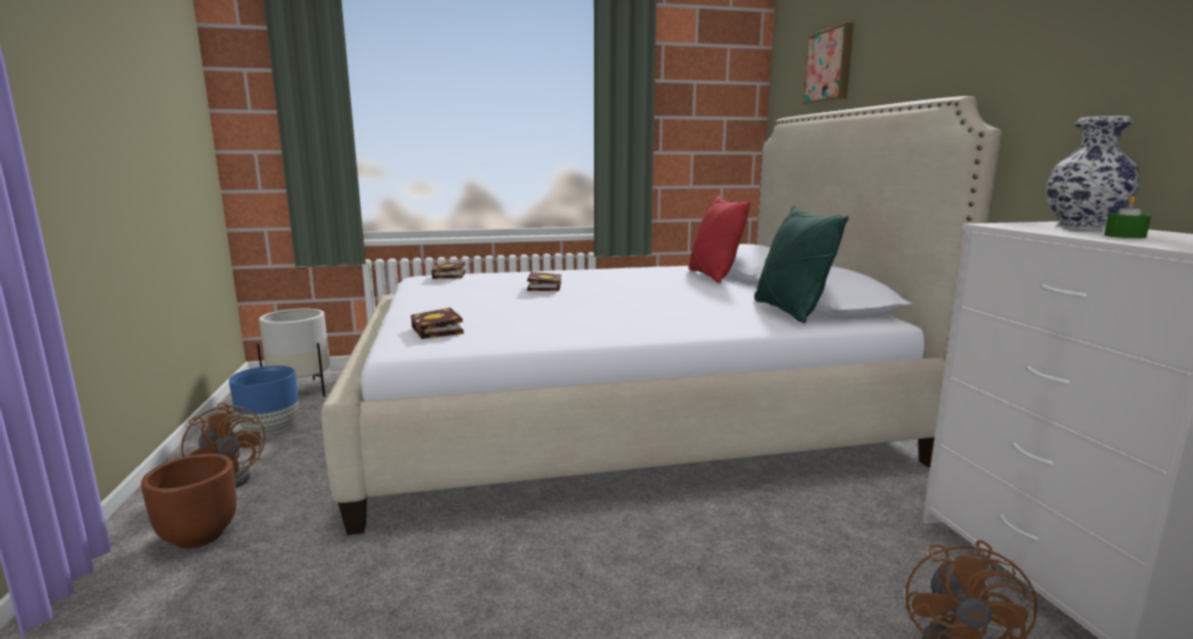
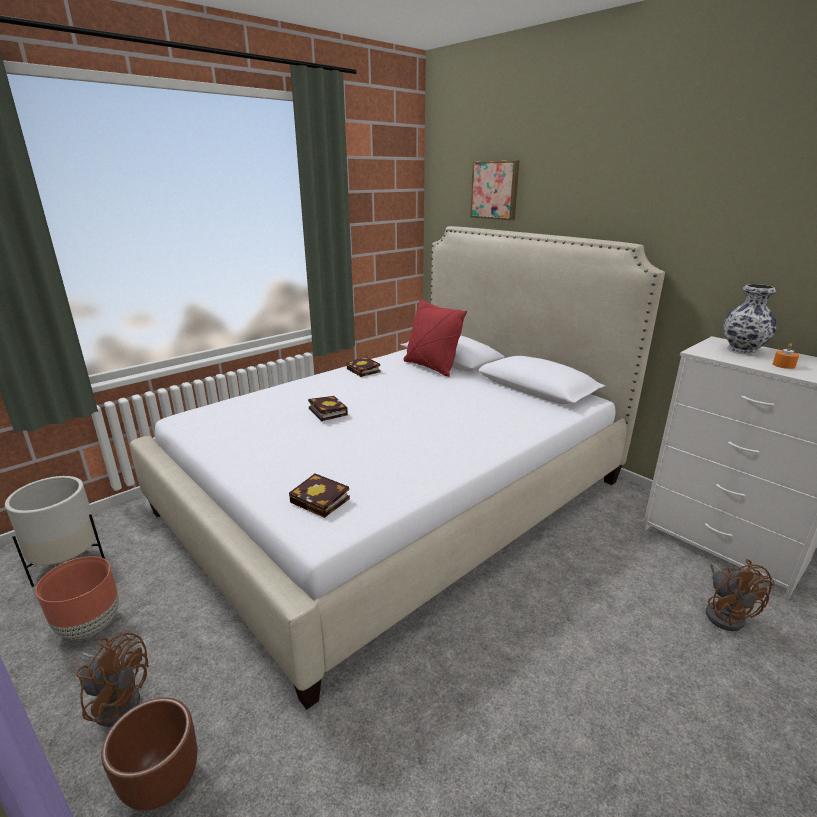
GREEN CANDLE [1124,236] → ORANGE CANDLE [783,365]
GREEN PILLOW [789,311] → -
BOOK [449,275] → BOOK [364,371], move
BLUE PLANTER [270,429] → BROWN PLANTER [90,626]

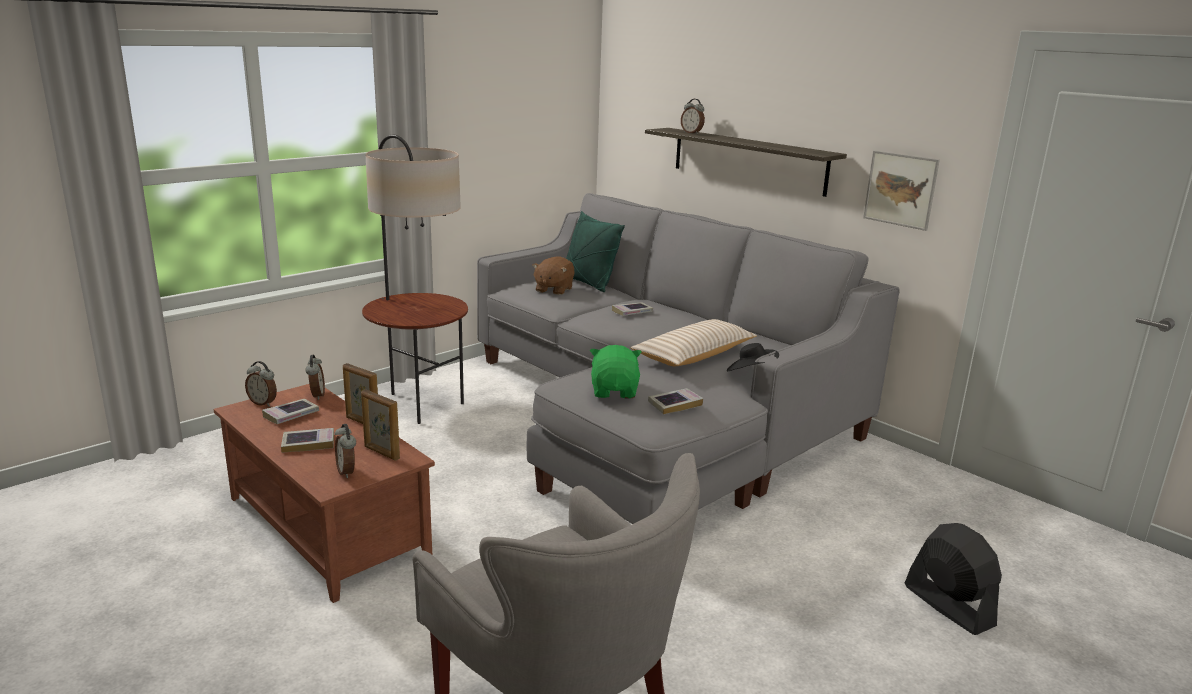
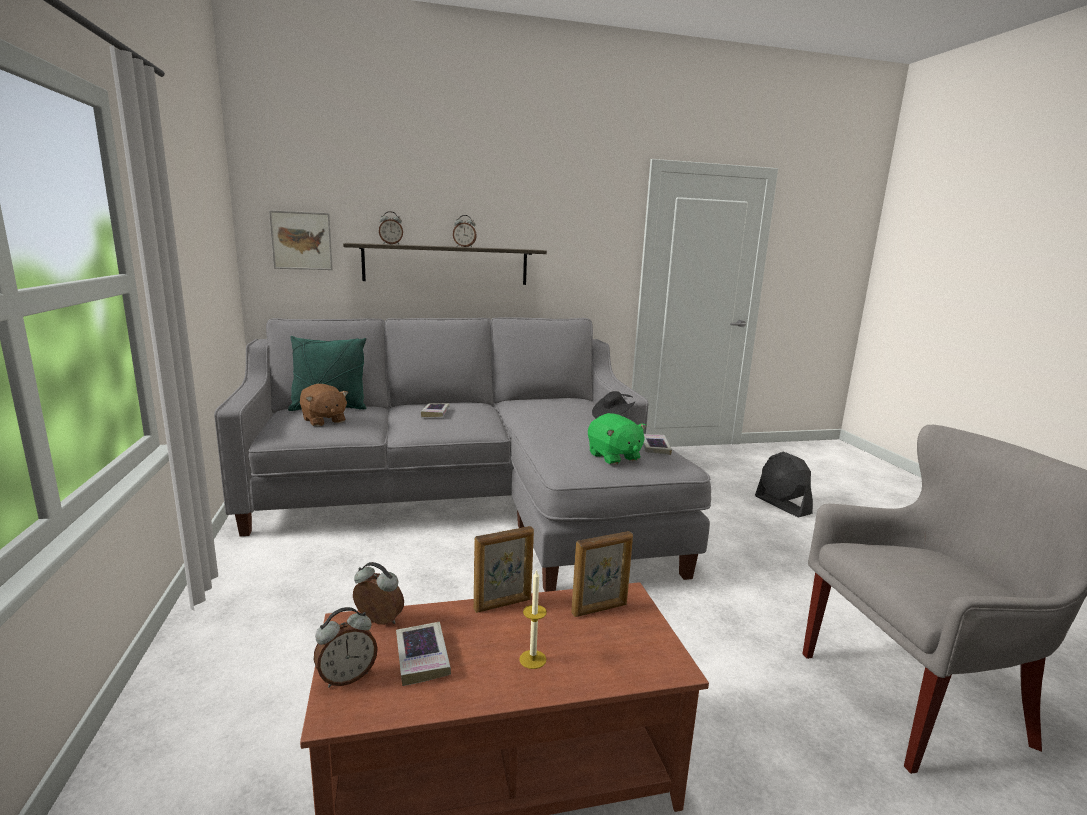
FLOOR LAMP [419,405] → -
PICTURE [900,189] → PICTURE [301,240], move
BEIGE PILLOW [694,355] → -
GREEN PLUSH TOY [615,391] → GREEN PLUSH TOY [614,457], 150 degrees counterclockwise
ALARM CLOCK [347,472] → ALARM CLOCK [464,247], move
BOOK [308,443] → CANDLE [532,659]
BLACK FAN [948,605] → BLACK FAN [782,505], 120 degrees counterclockwise

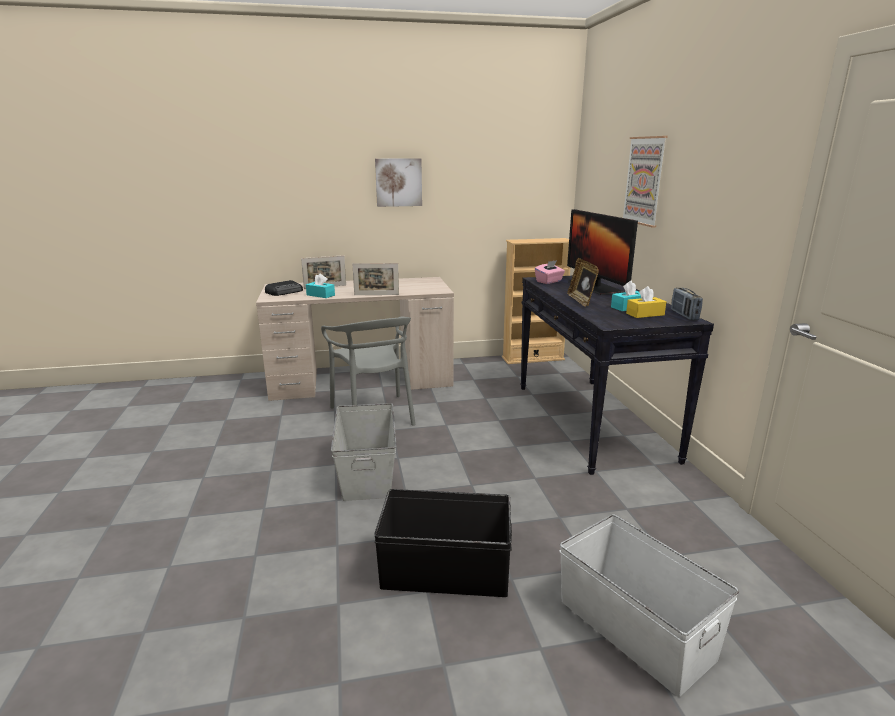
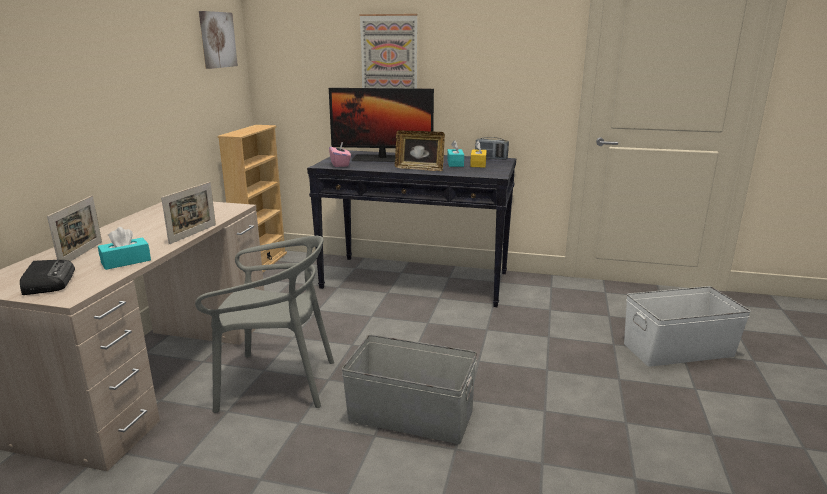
PICTURE [398,182] → PICTURE [217,40], move
BLACK STORAGE BOX [445,571] → -

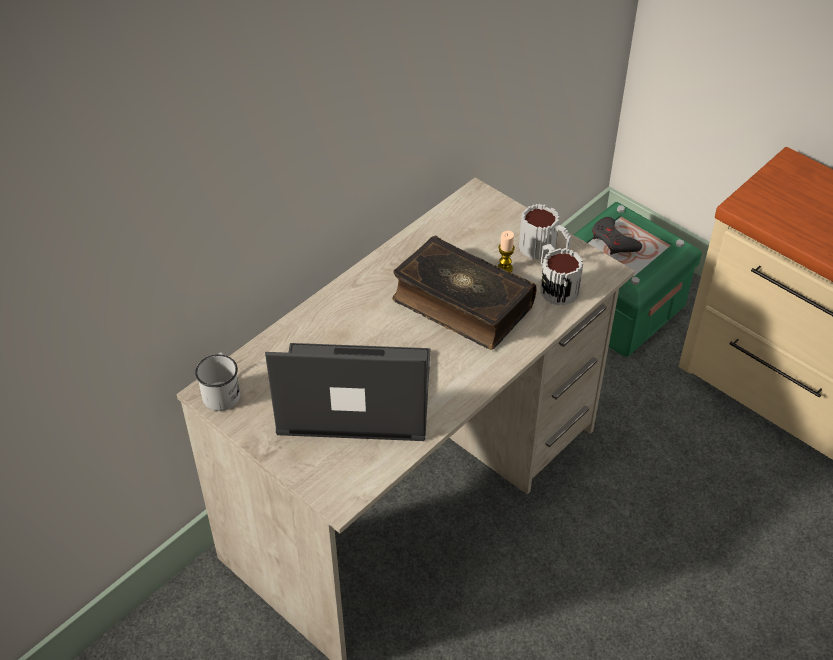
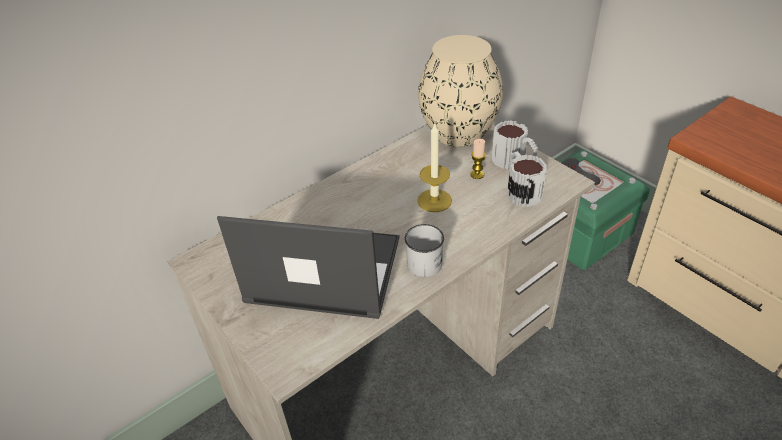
BOOK [461,303] → CANDLE [434,200]
WHITE MUG [222,391] → WHITE MUG [425,260], move
- → BEIGE VASE [457,132]

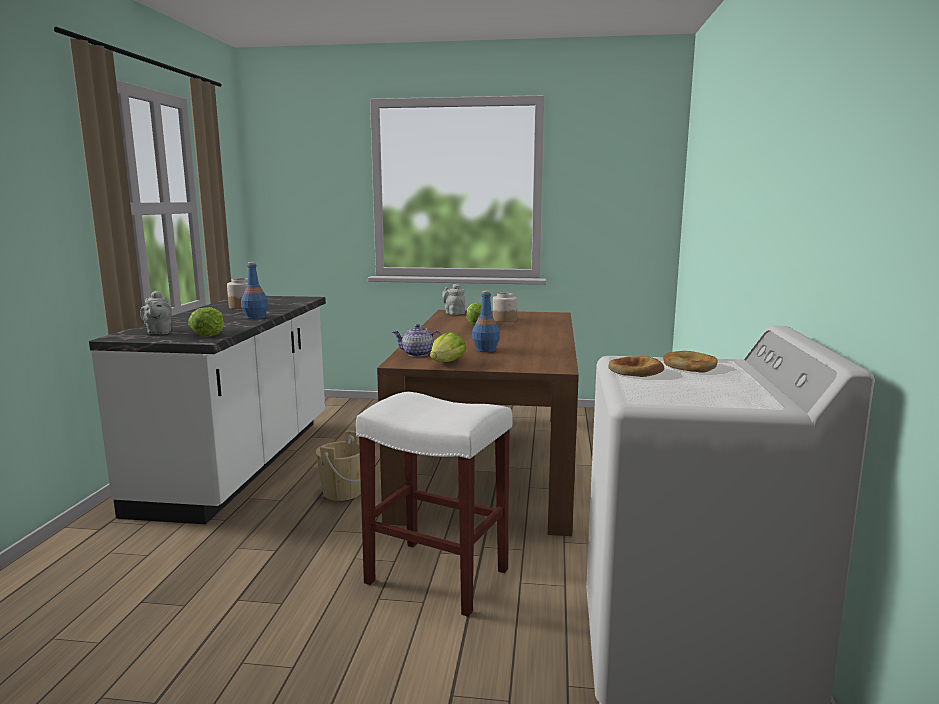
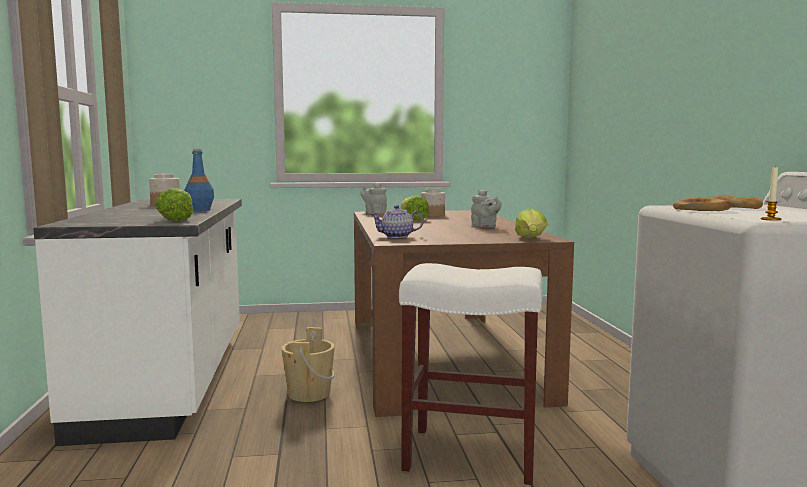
BLUE BOTTLE [485,350] → -
GREY TEAPOT [159,332] → GREY TEAPOT [485,226], move
LETTUCE [446,363] → LETTUCE [531,239], move
- → CANDLE [770,219]

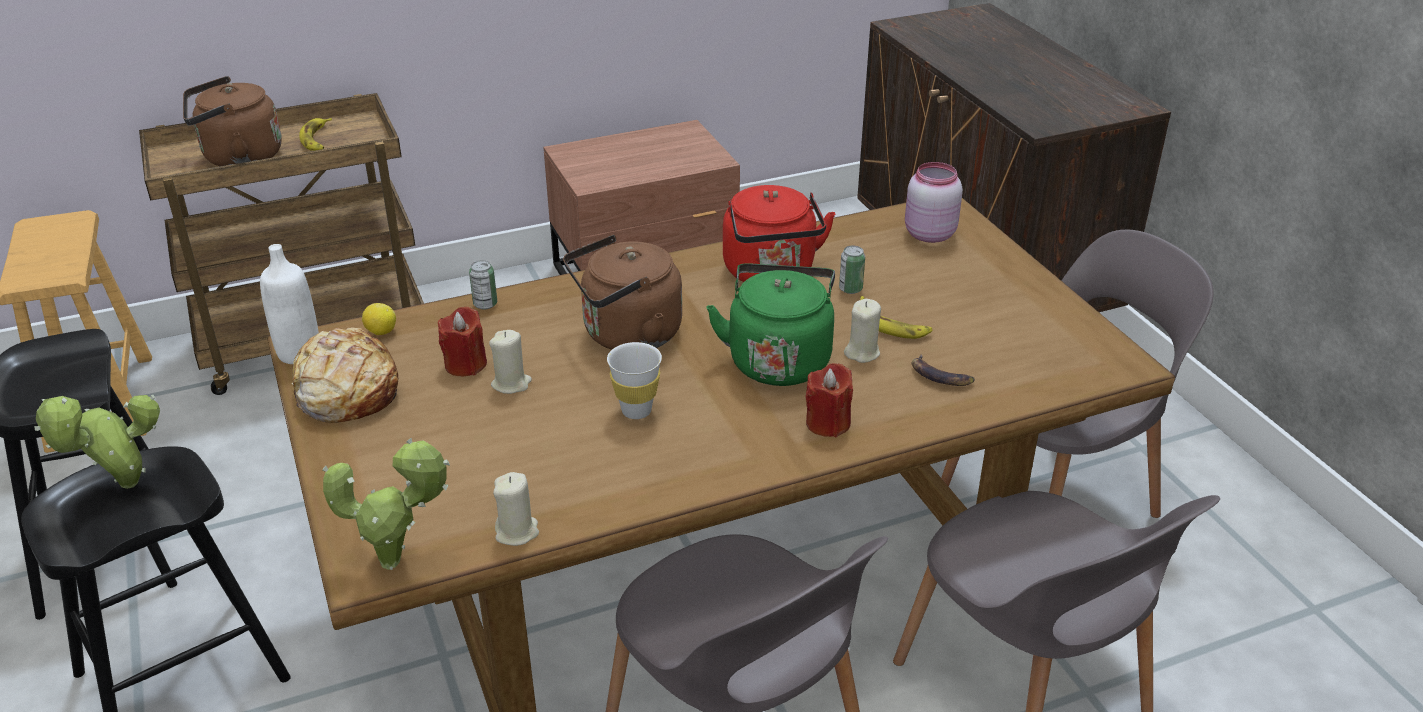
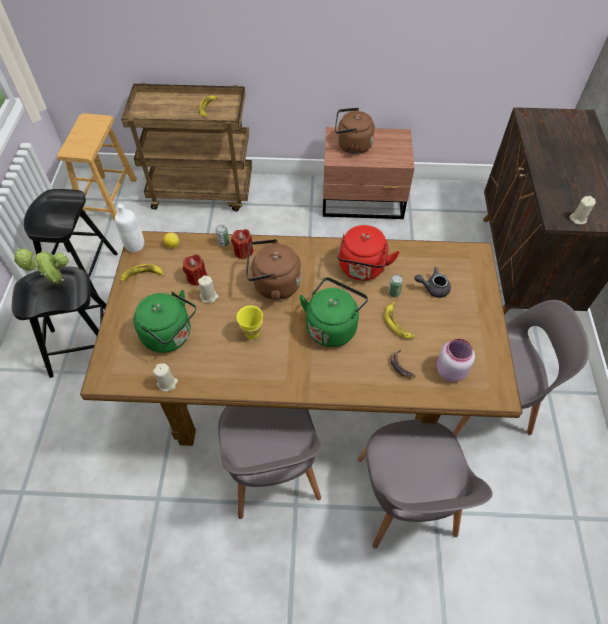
BROWN KETTLE [238,158] → BROWN KETTLE [351,145], move
PINK JAR [928,234] → PINK JAR [449,370], move
BEIGE CANDLE [862,352] → BEIGE CANDLE [578,218], move
BREAD [346,391] → BANANA [142,275]
WHITE CUP [636,411] → YELLOW CUP [252,333]
RED CANDLE [828,423] → RED CANDLE [243,251], move
POTTED PLANT [398,561] → -
- → GREY TEAPOT [433,288]
- → GREEN KETTLE [170,336]

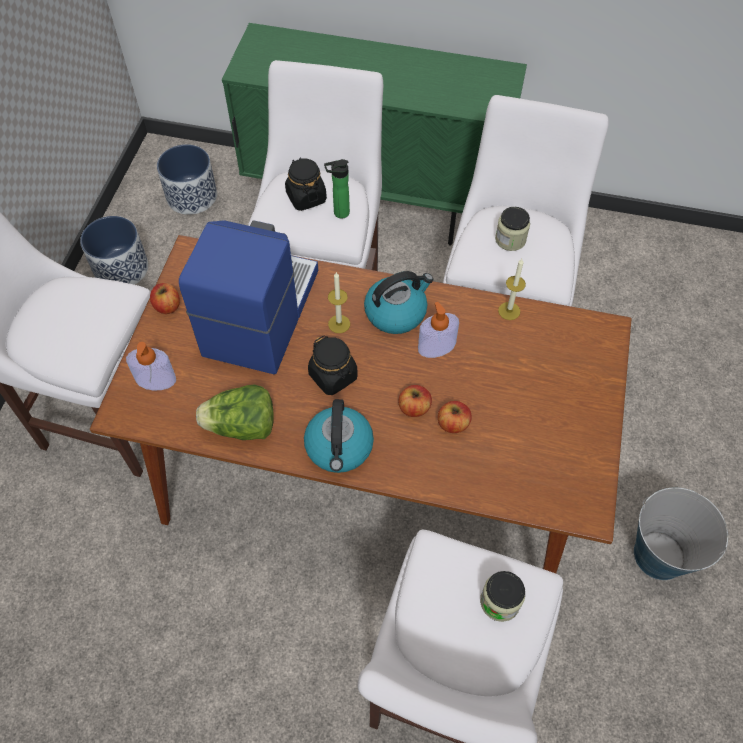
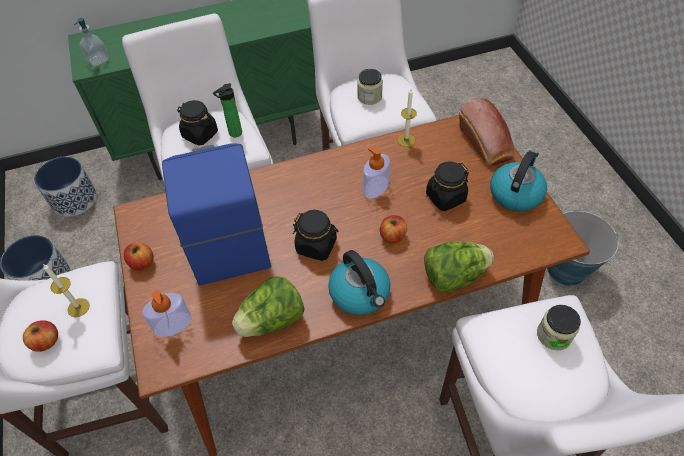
KETTLE [396,312] → KETTLE [515,193], move
CANDLE [339,324] → CANDLE [78,307], move
APPLE [453,423] → APPLE [46,341], move
- → SOAP DISPENSER [98,60]
- → BREAD [486,144]
- → BLACK JAR [445,197]
- → LETTUCE [454,276]

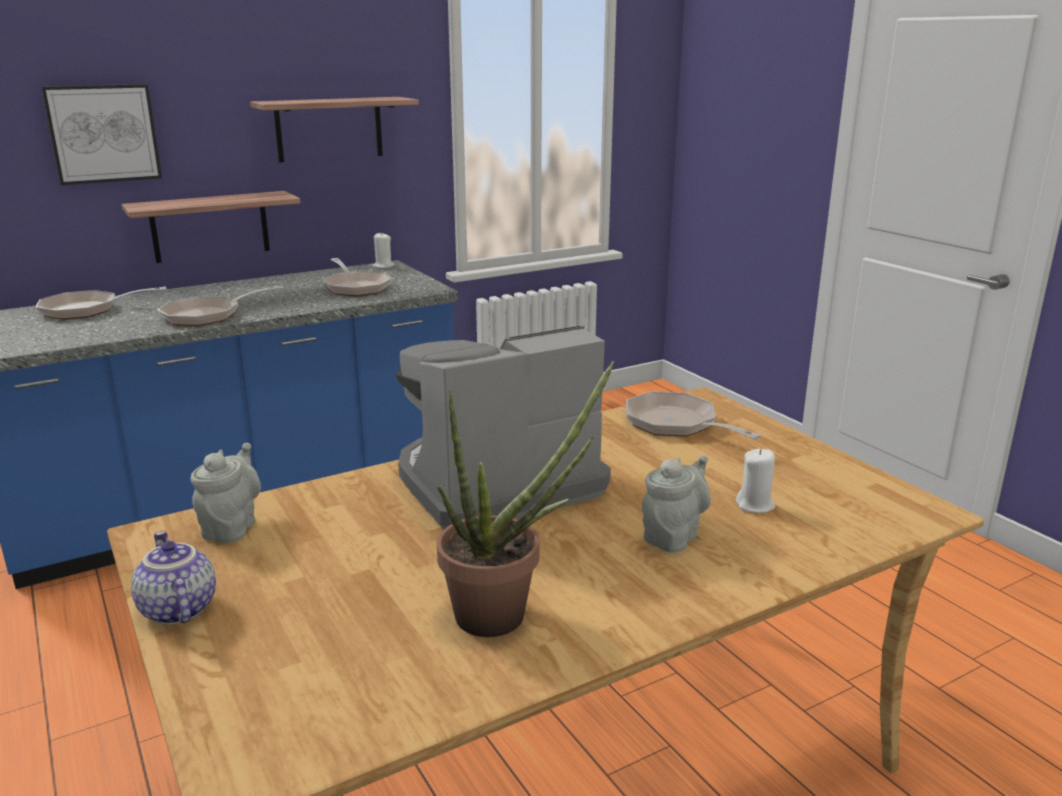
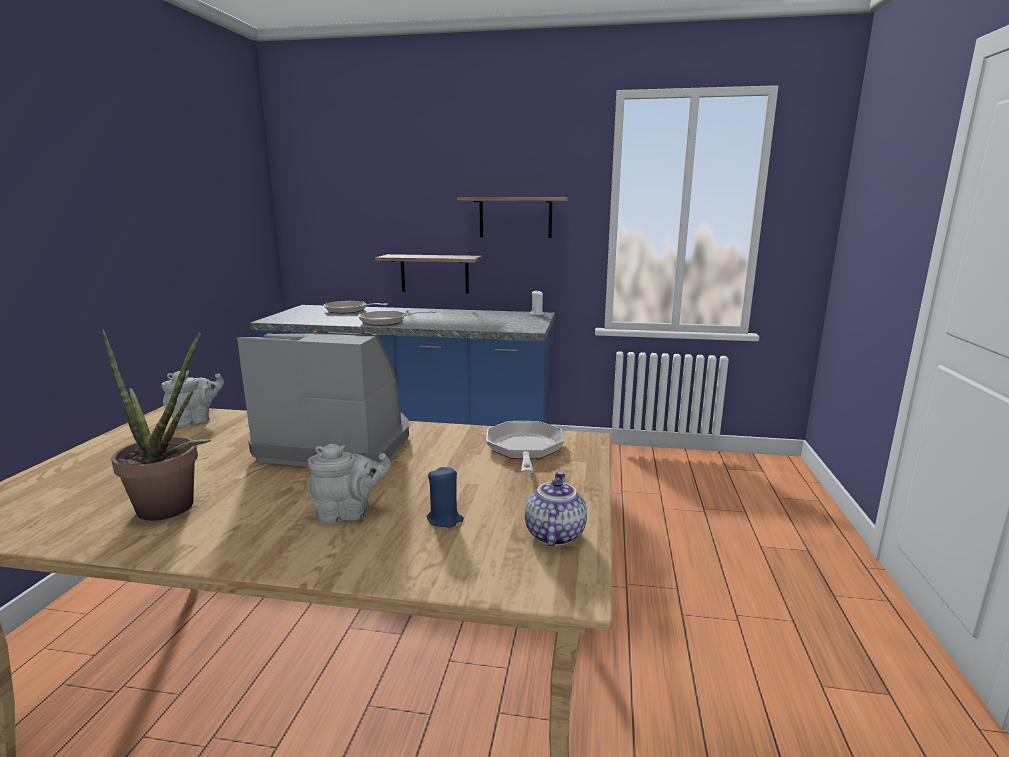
PICTURE [103,133] → -
FRYING PAN [356,287] → -
WHITE CANDLE [755,505] → BLUE CANDLE [445,519]
TEAPOT [176,609] → TEAPOT [553,534], move

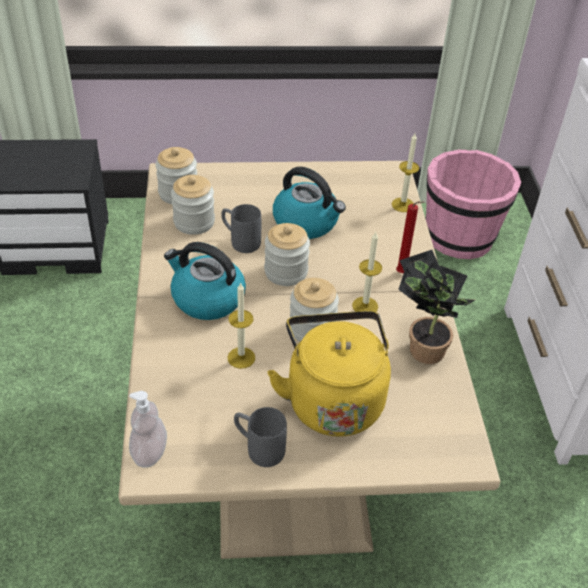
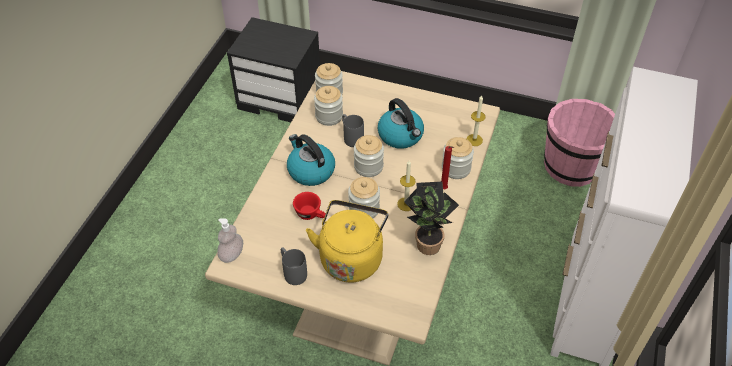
CANDLE [241,357] → RED CUP [311,214]
- → JAR [456,168]

